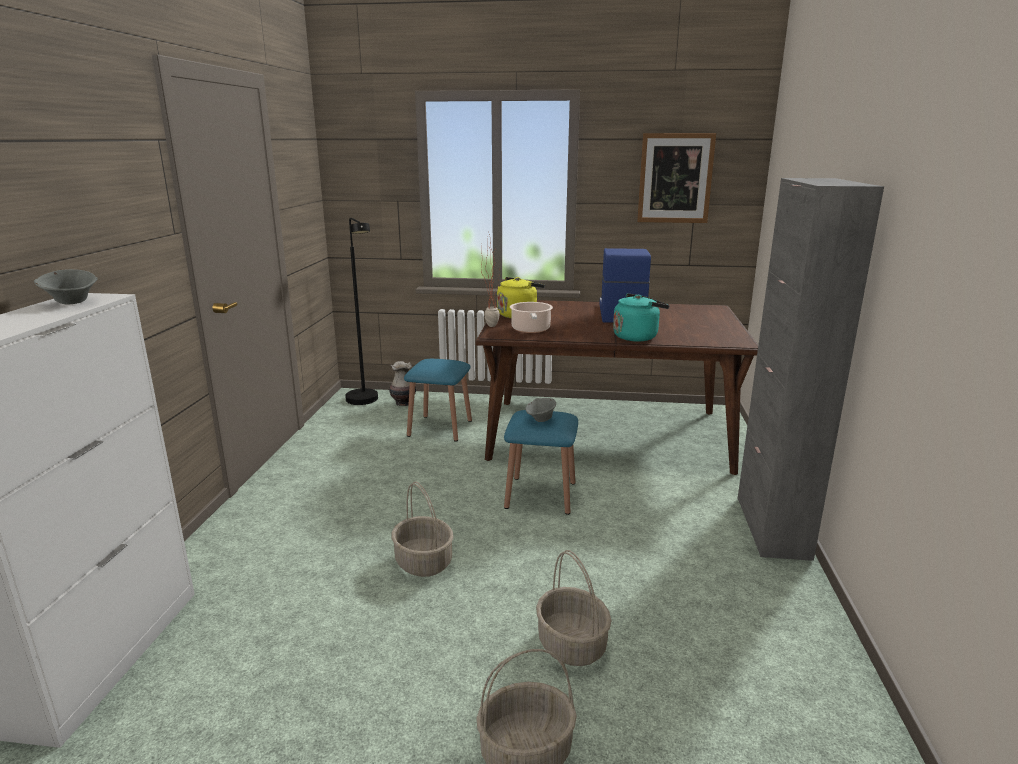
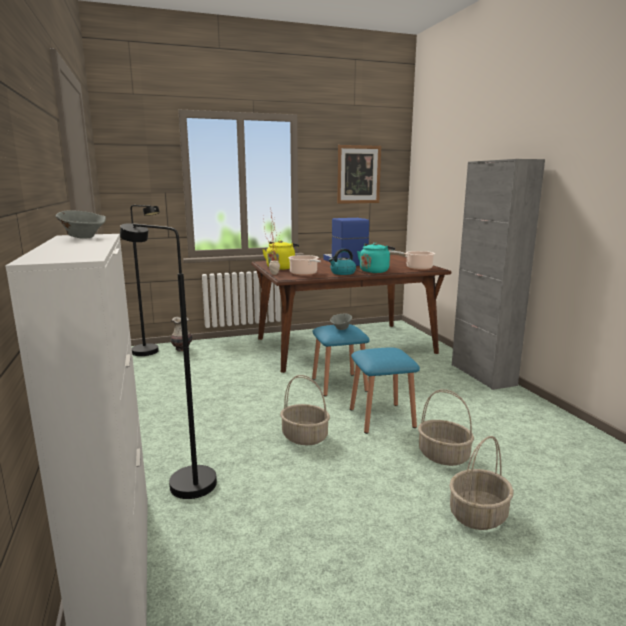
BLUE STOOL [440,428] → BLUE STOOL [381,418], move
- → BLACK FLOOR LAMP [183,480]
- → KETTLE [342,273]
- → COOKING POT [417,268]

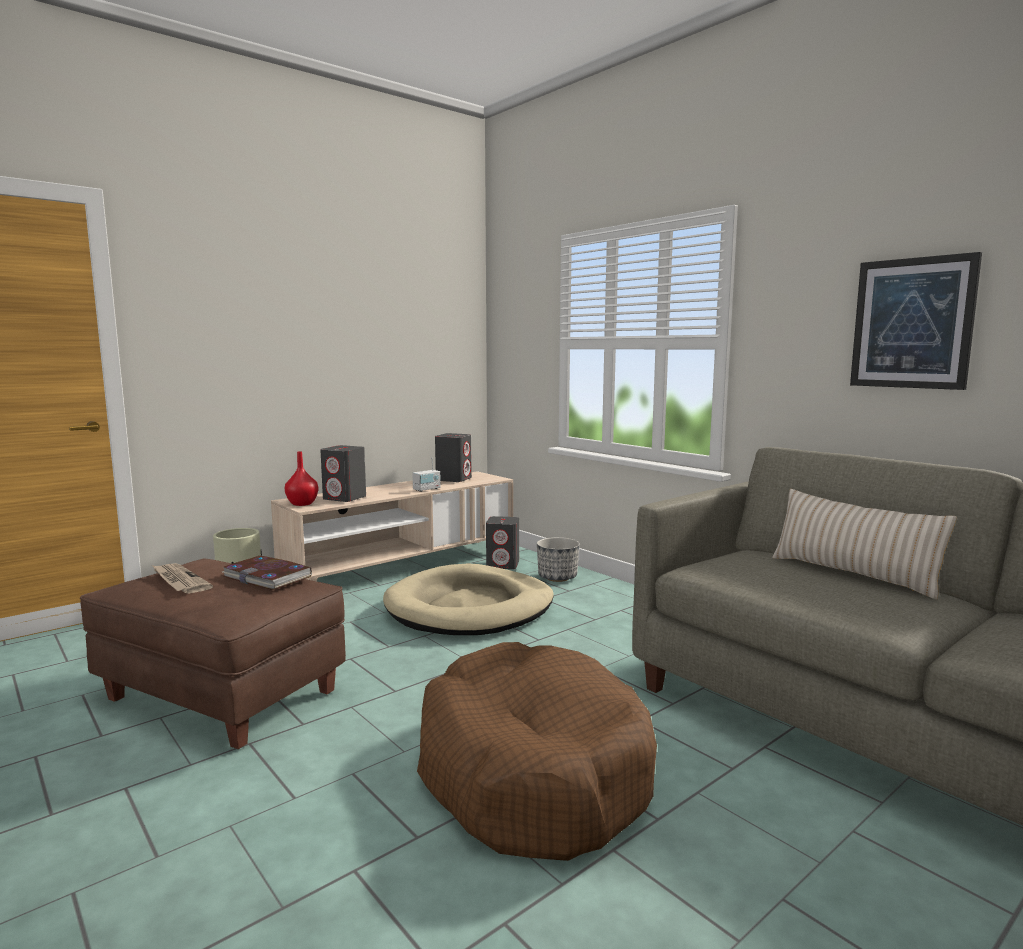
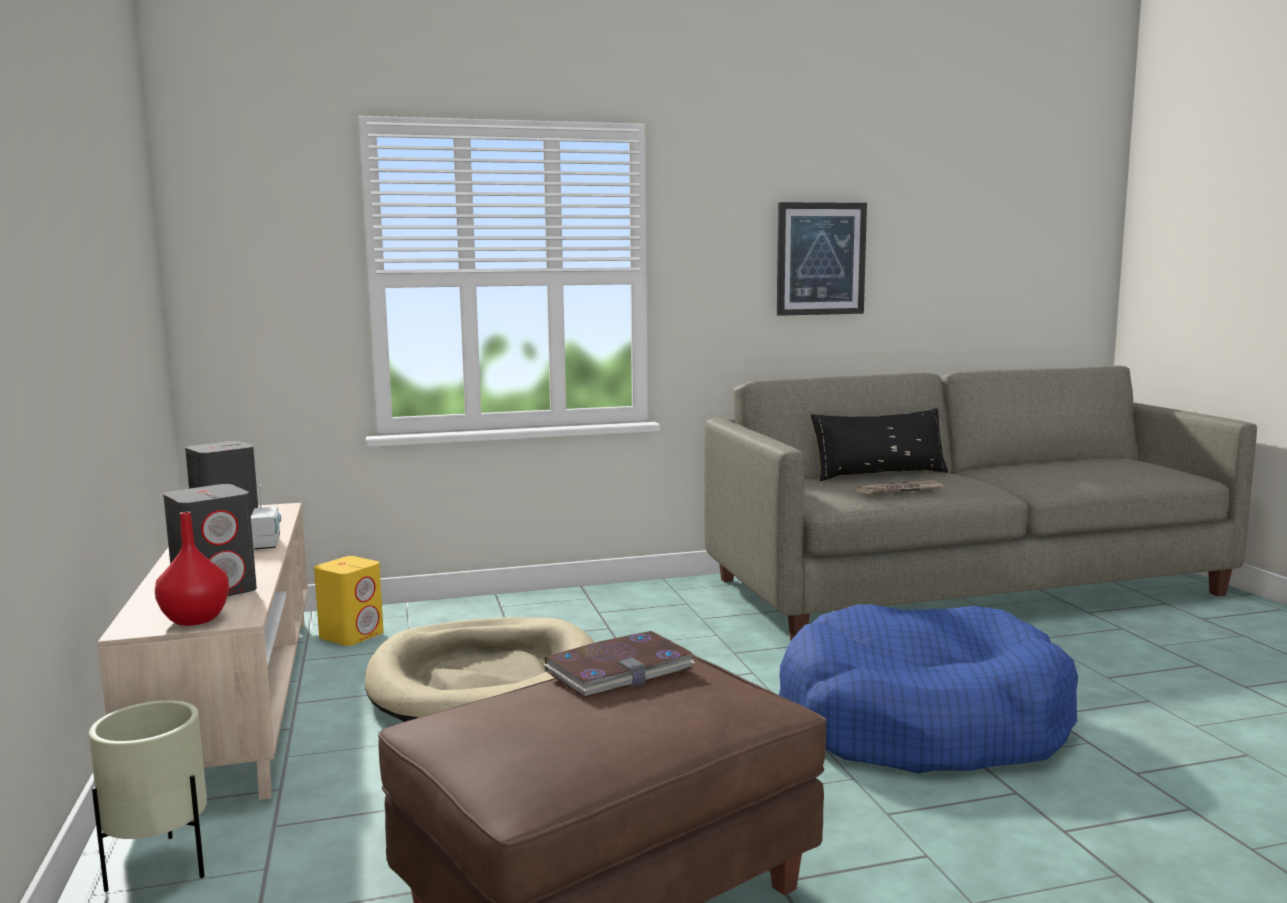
BEIGE PILLOW [852,574] → BLACK PILLOW [879,475]
GREY SPEAKER [503,565] → YELLOW SPEAKER [352,635]
PLANTER [558,577] → -
NEWSPAPER [179,581] → NEWSPAPER [899,490], move
BROWN DOG BED [531,771] → BLUE DOG BED [921,722]

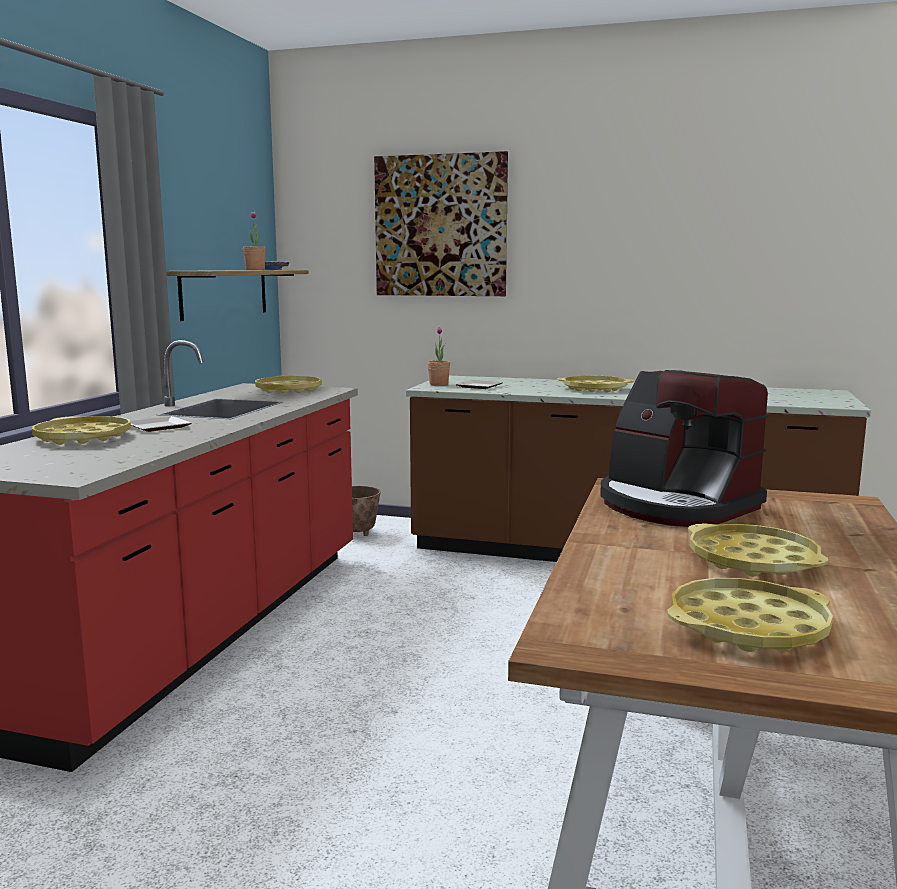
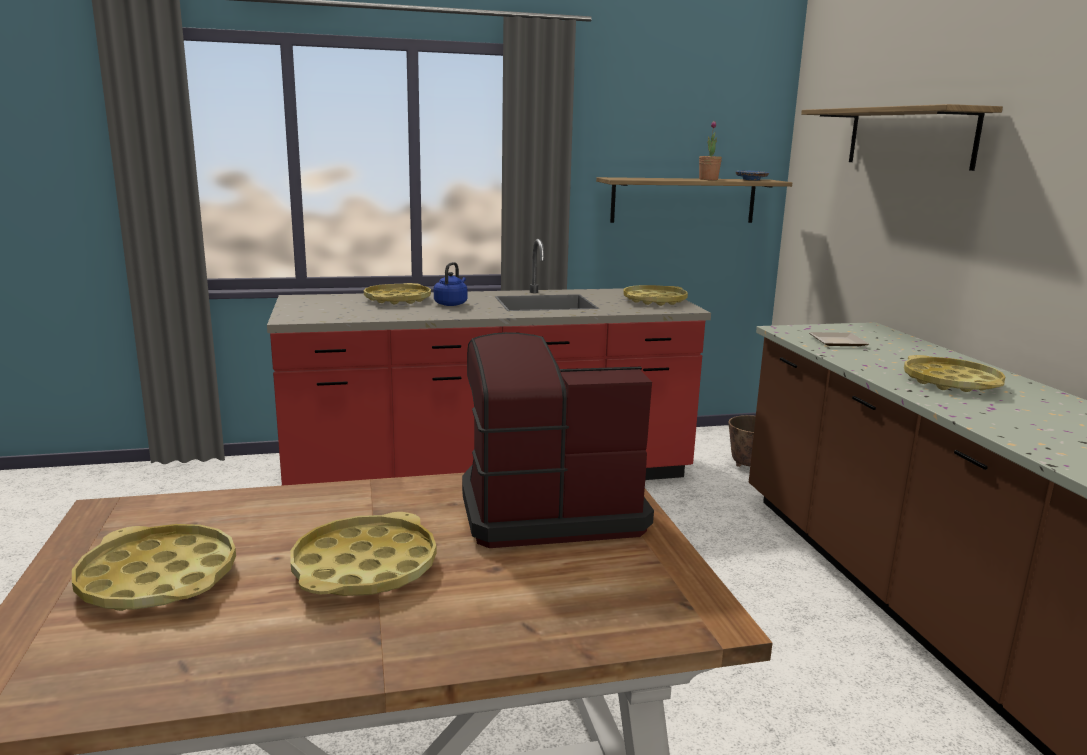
PICTURE [440,226] → SHELF [909,137]
POTTED PLANT [438,384] → -
COFFEE MACHINE [675,505] → COFFEE MACHINE [547,509], 60 degrees clockwise
PLATE [156,427] → BLUE KETTLE [451,304]

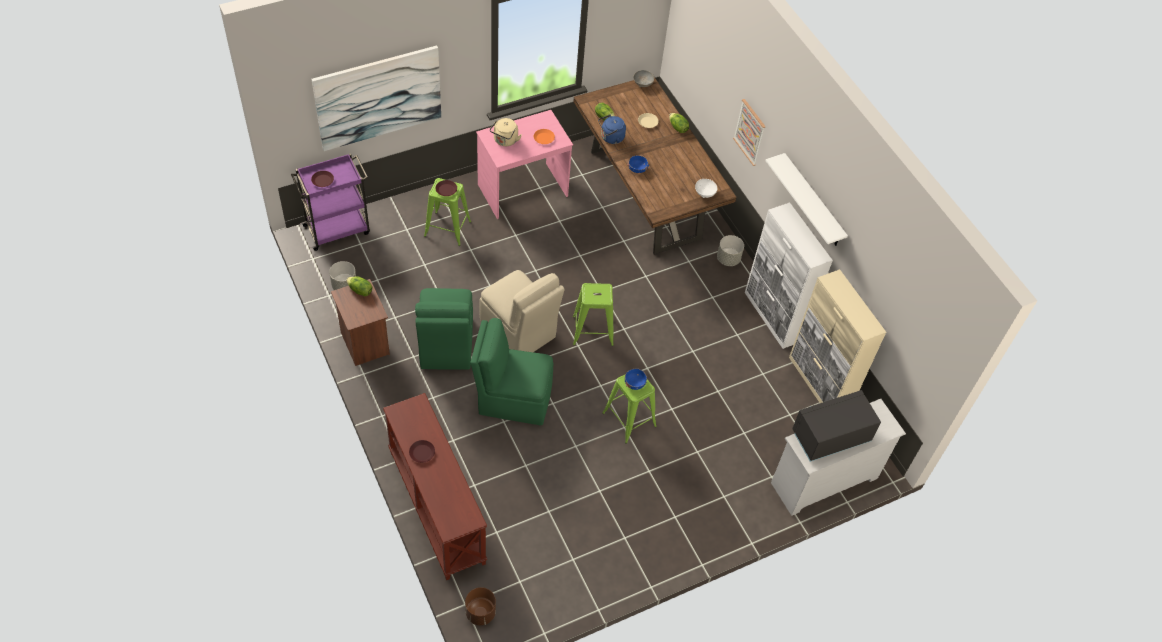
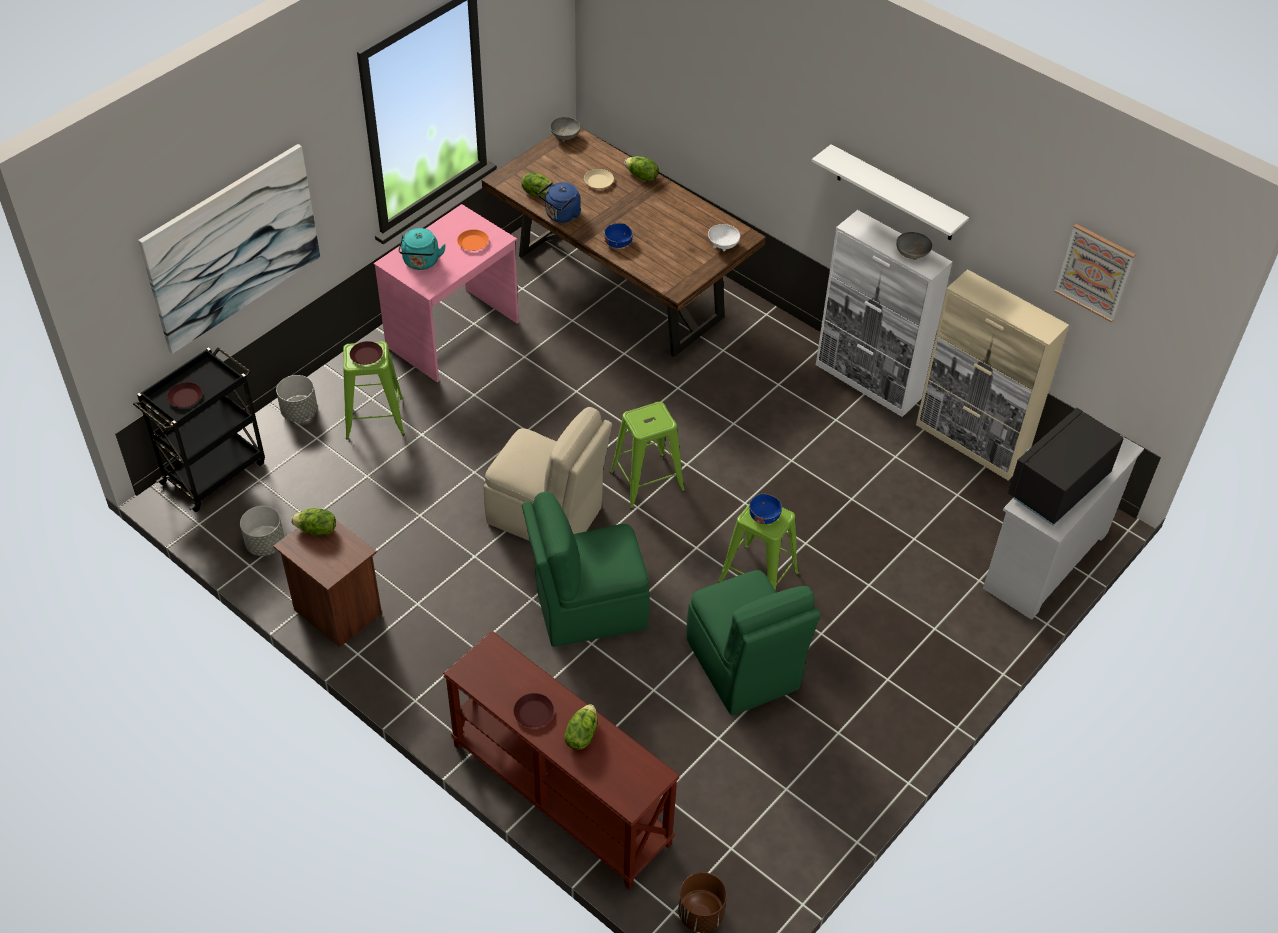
PICTURE [750,132] → PICTURE [1095,272], move
BEIGE KETTLE [505,141] → TURQUOISE KETTLE [421,262]
PURPLE CART [338,229] → BLACK CART [215,471]
GREY PLANTER [728,259] → GREY PLANTER [299,412], move
GREEN CHAIR [446,345] → GREEN CHAIR [743,667], move
- → GREY BOWL [911,255]
- → LETTUCE [581,735]

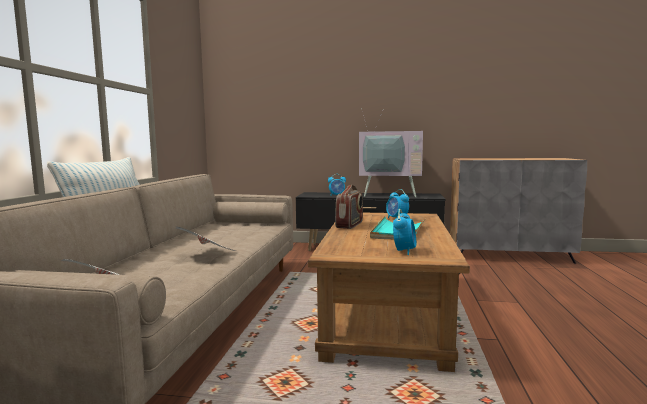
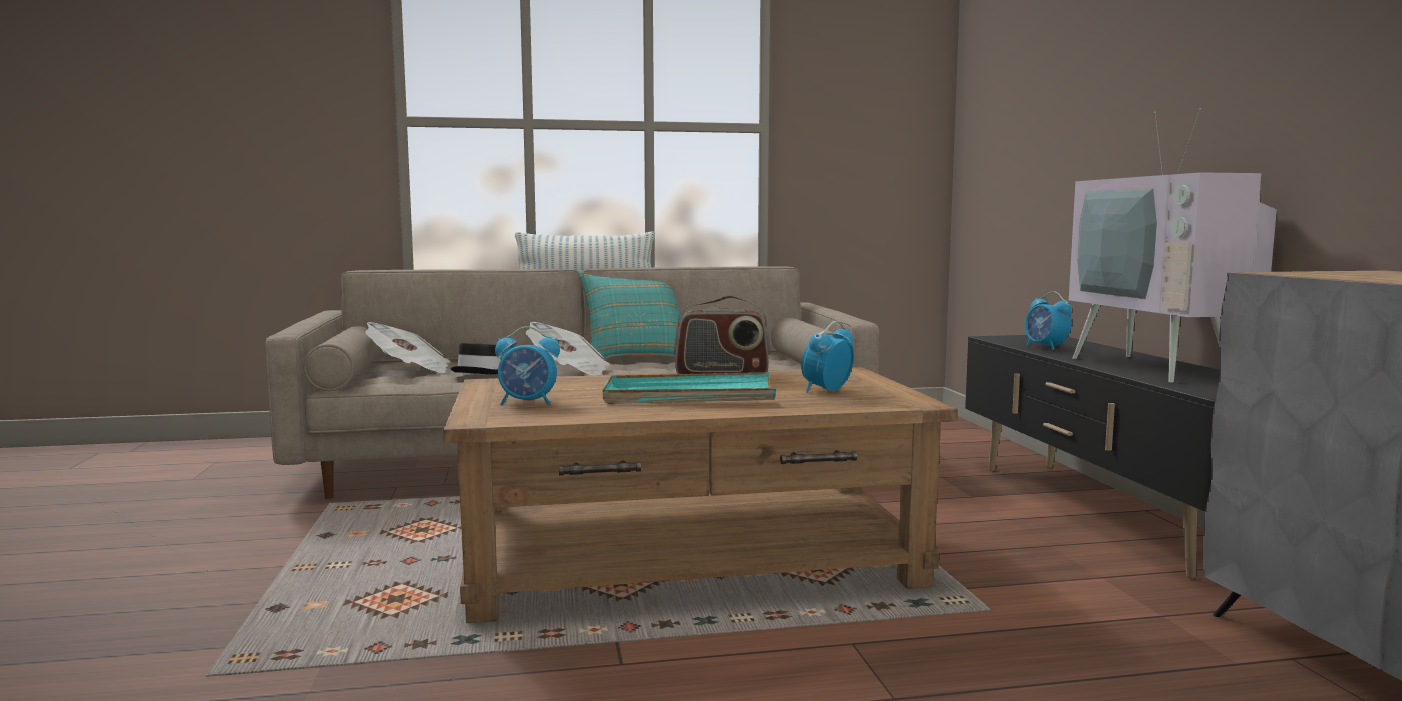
- → TURQUOISE PILLOW [636,357]
- → BLACK HAT [482,373]

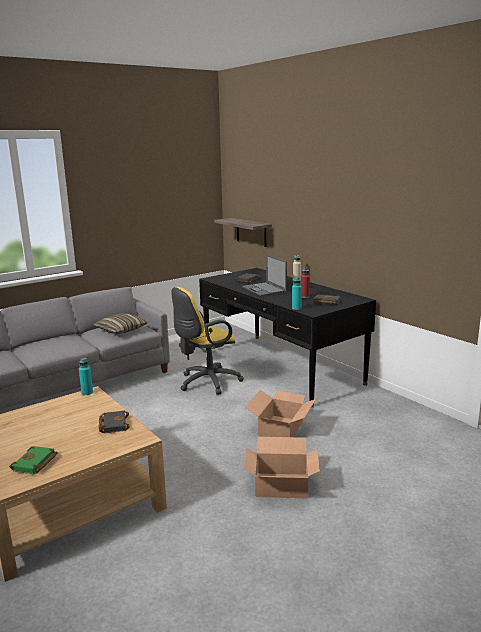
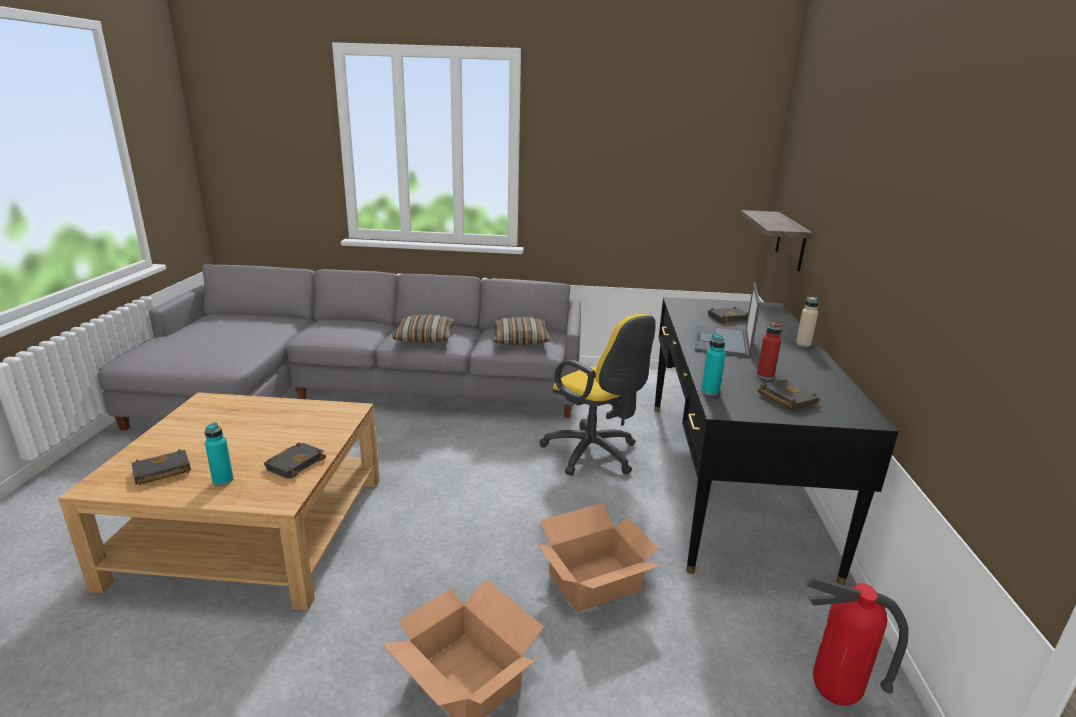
YELLOW OFFICE CHAIR [206,383] → YELLOW OFFICE CHAIR [594,455], 135 degrees counterclockwise
TURQUOISE BOTTLE [87,392] → TURQUOISE BOTTLE [223,480], move
GREEN BOOK [35,464] → BLACK BOOK [161,472]
- → PILLOW [424,337]
- → FIRE EXTINGUISHER [833,696]

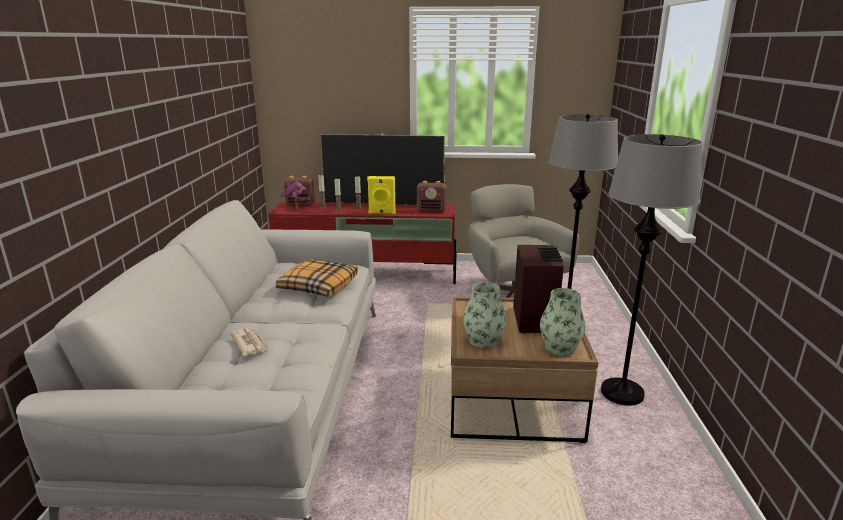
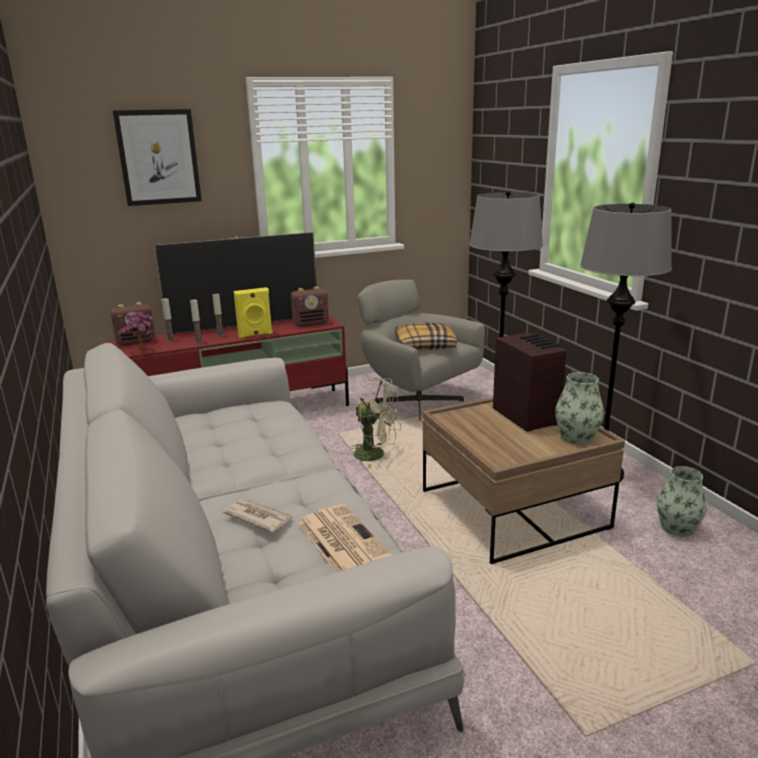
PILLOW [318,286] → PILLOW [424,345], move
VASE [483,340] → VASE [677,527], move
- → PICTURE [158,157]
- → GREEN FAN [376,455]
- → NEWSPAPER [341,540]

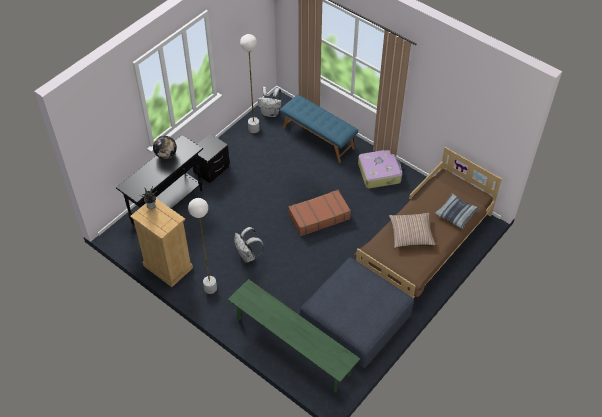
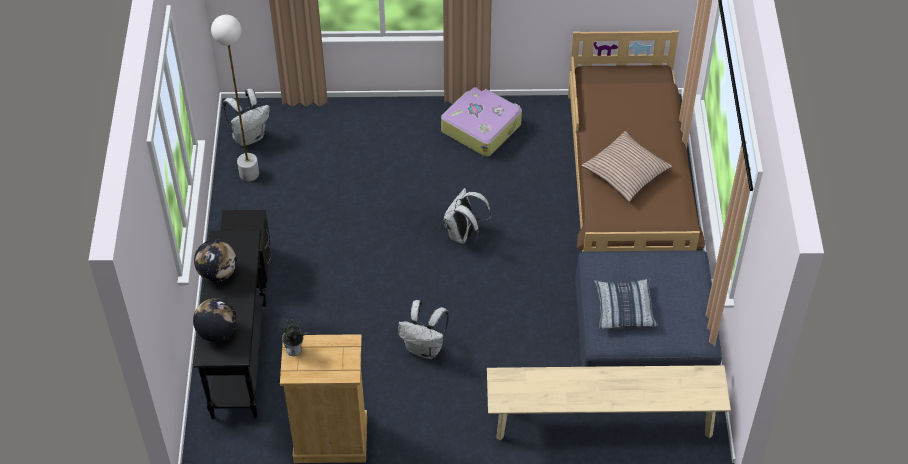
BLUE BENCH [318,138] → -
BROWN SUITCASE [318,217] → WHITE BACKPACK [463,235]
PILLOW [456,213] → PILLOW [624,308], move
WHITE FLOOR LAMP [210,288] → -
GREEN BENCH [292,346] → BEIGE BENCH [603,421]
- → GLOBE [217,332]

